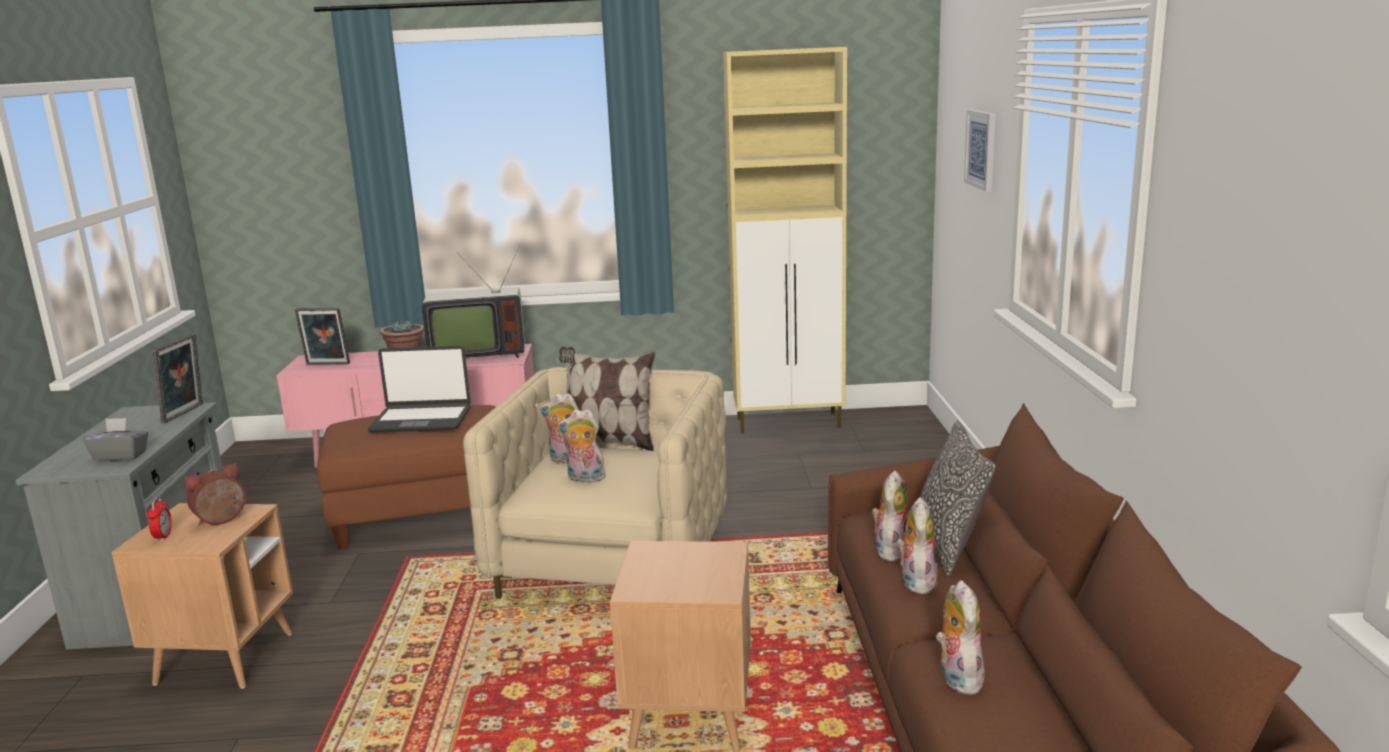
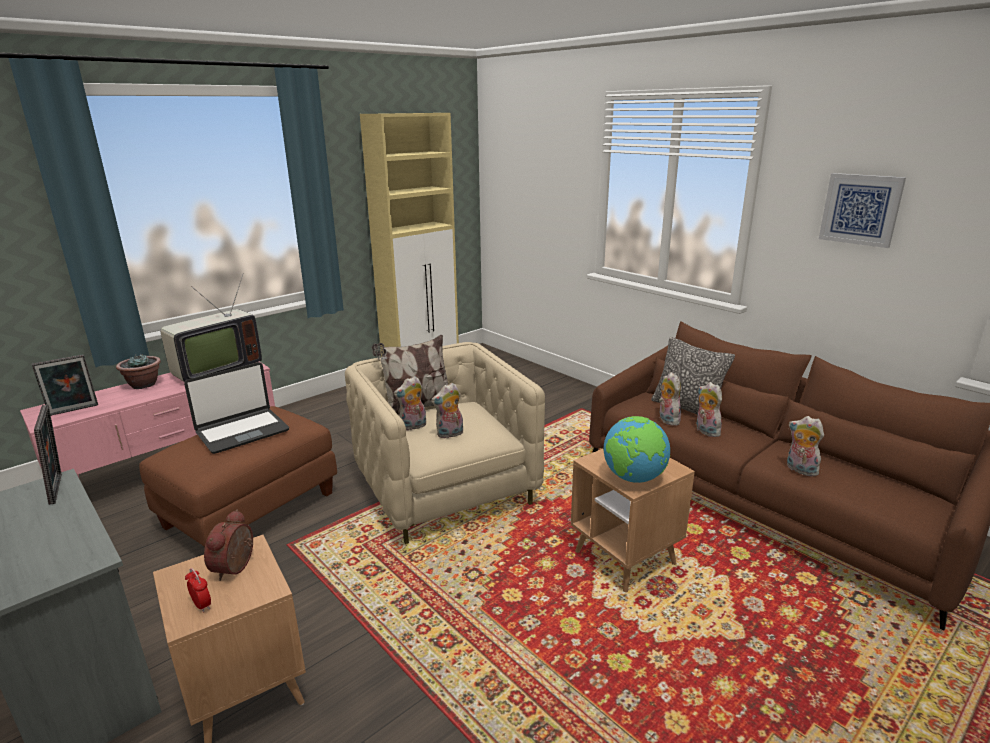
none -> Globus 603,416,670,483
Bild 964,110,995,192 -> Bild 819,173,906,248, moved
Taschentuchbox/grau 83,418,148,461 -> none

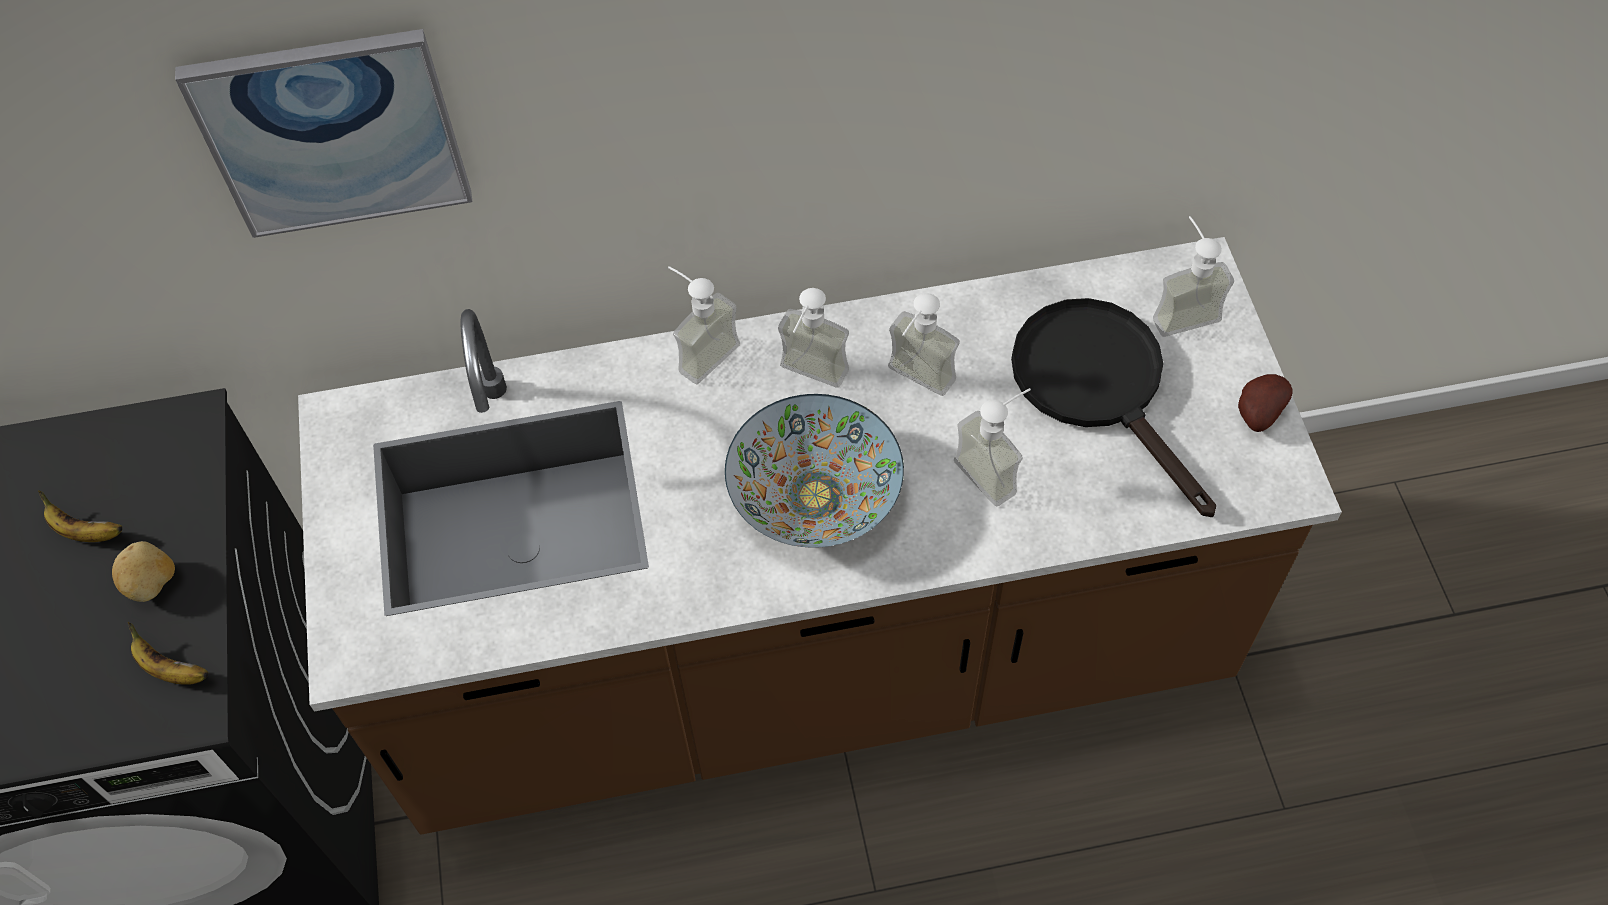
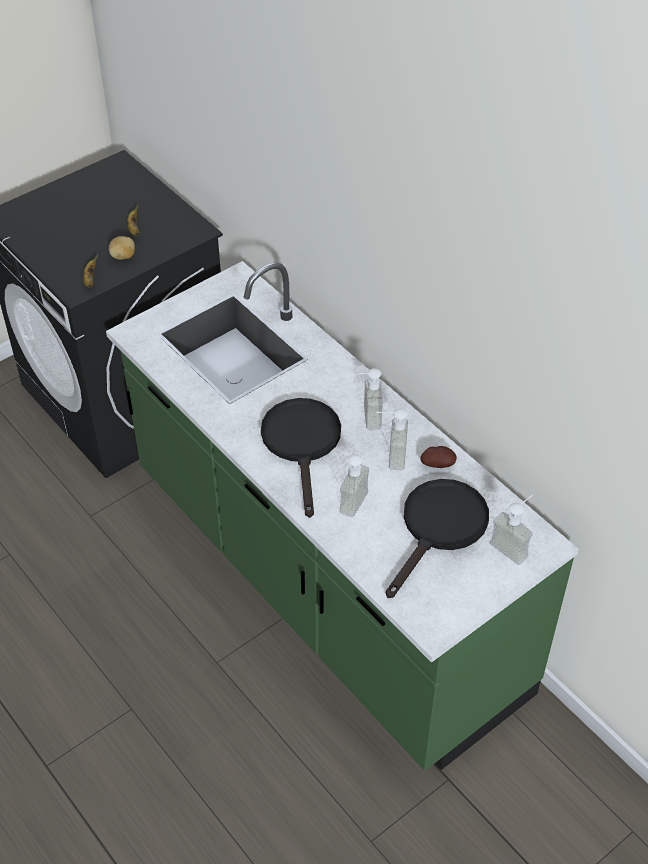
Küchenzeile/braun 298,237,1342,835 -> Küchenzeile/grün 106,261,579,771
Schüssel 725,394,904,548 -> Pfanne/schwarz 261,398,341,518
Kartoffel 1238,374,1292,432 -> Kartoffel 420,446,457,468, moved
Bild 175,29,472,238 -> none
Seifenspender 668,266,740,384 -> none

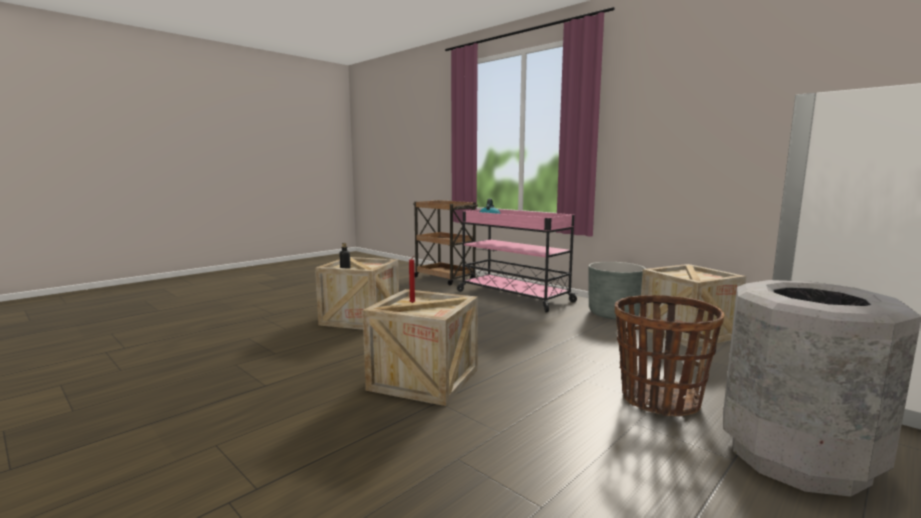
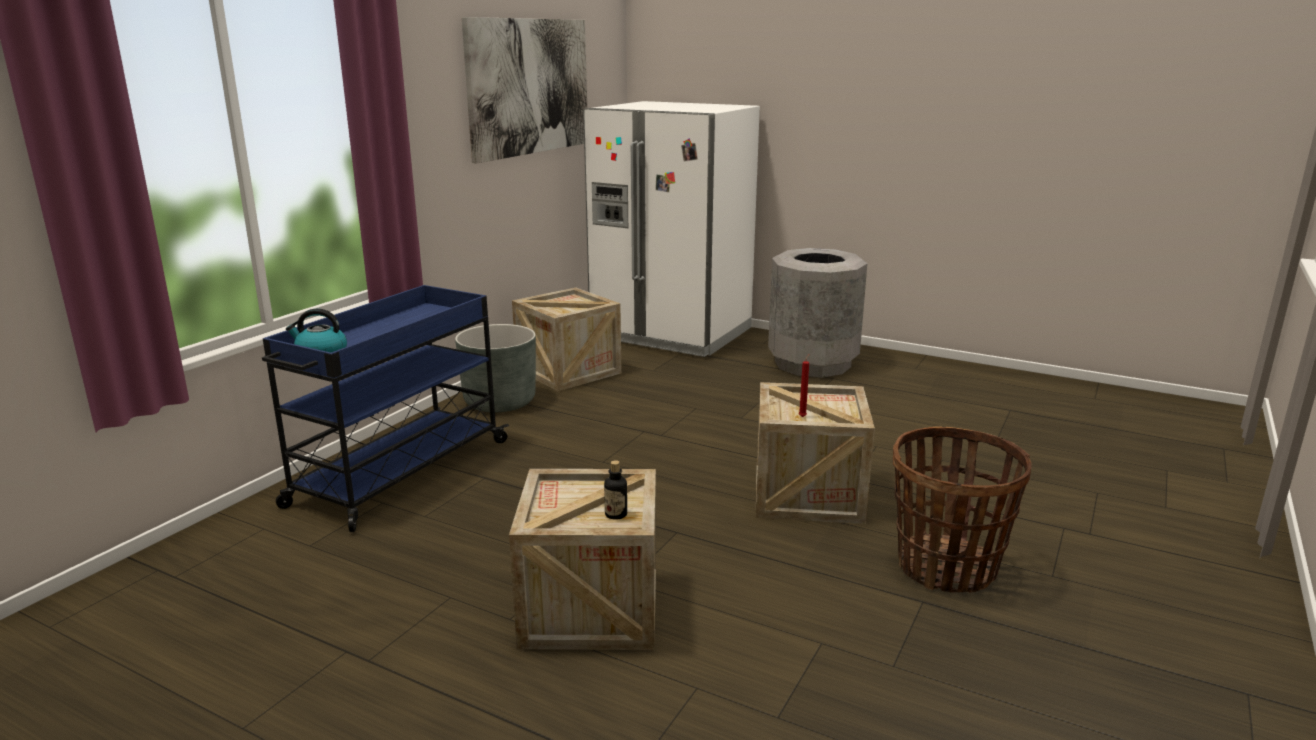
Rollwagen/rosa 457,209,579,312 -> Rollwagen/blau 262,285,509,532
none -> Bild 462,17,587,163
Korb 615,295,724,416 -> Korb 893,426,1031,592, moved
Rollwagen/braun 413,200,478,285 -> none

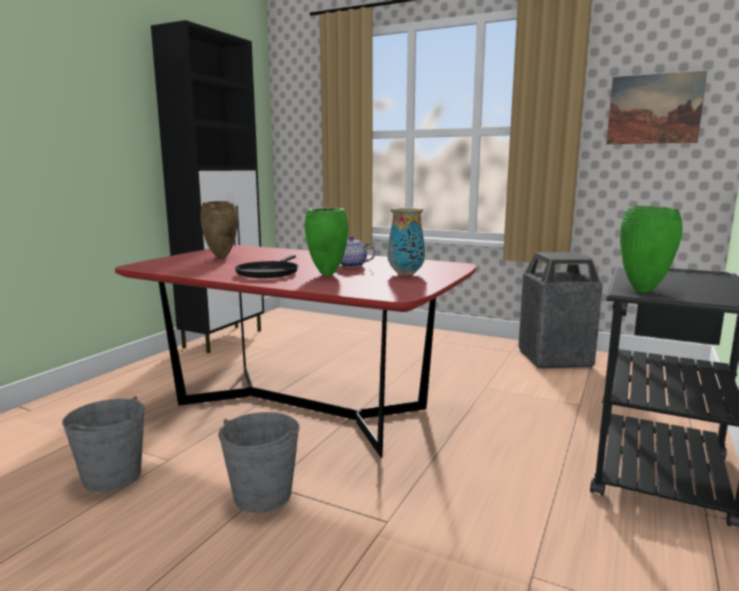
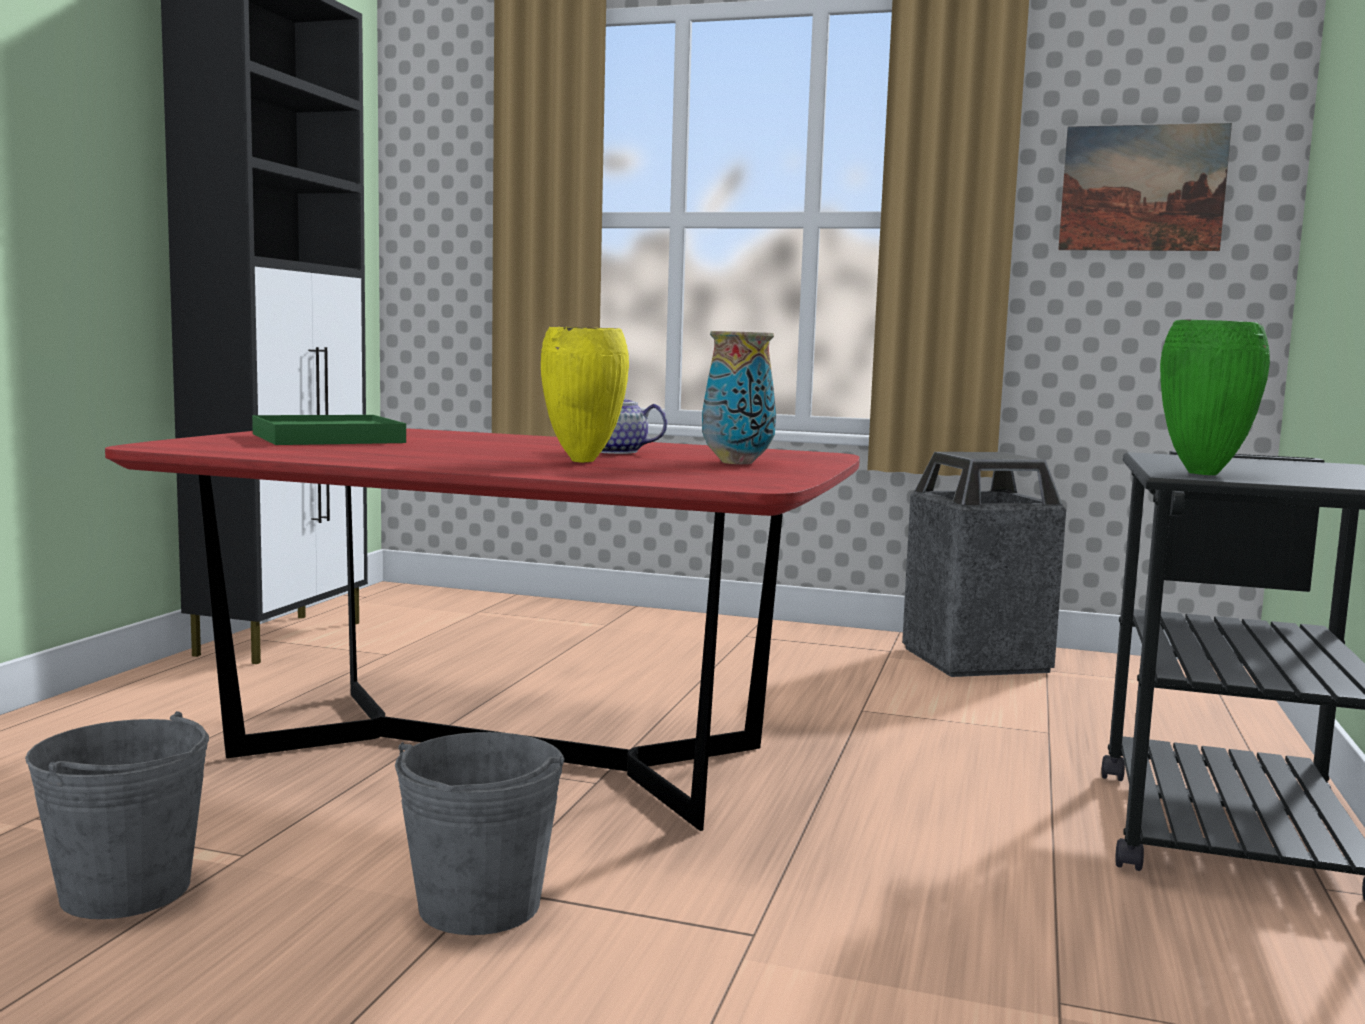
Vase/braun 200,201,238,258 -> Tablett/grün 252,415,406,445
Vase/grün 305,208,349,276 -> Vase/gelb 541,327,629,463
Pfanne/schwarz 235,255,298,278 -> none

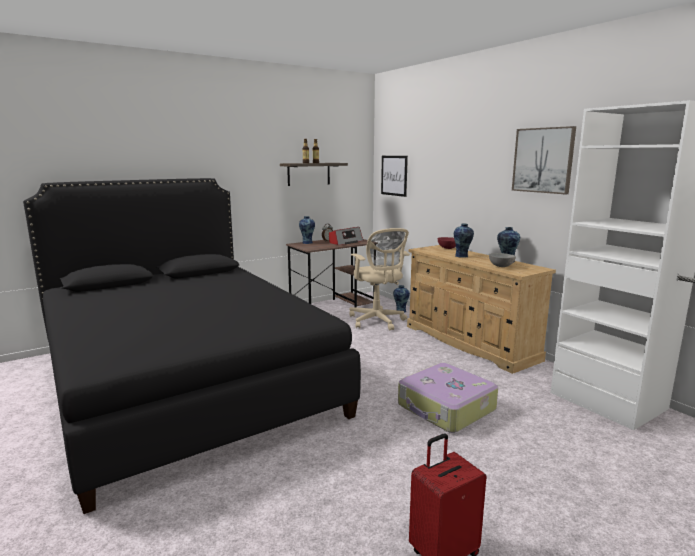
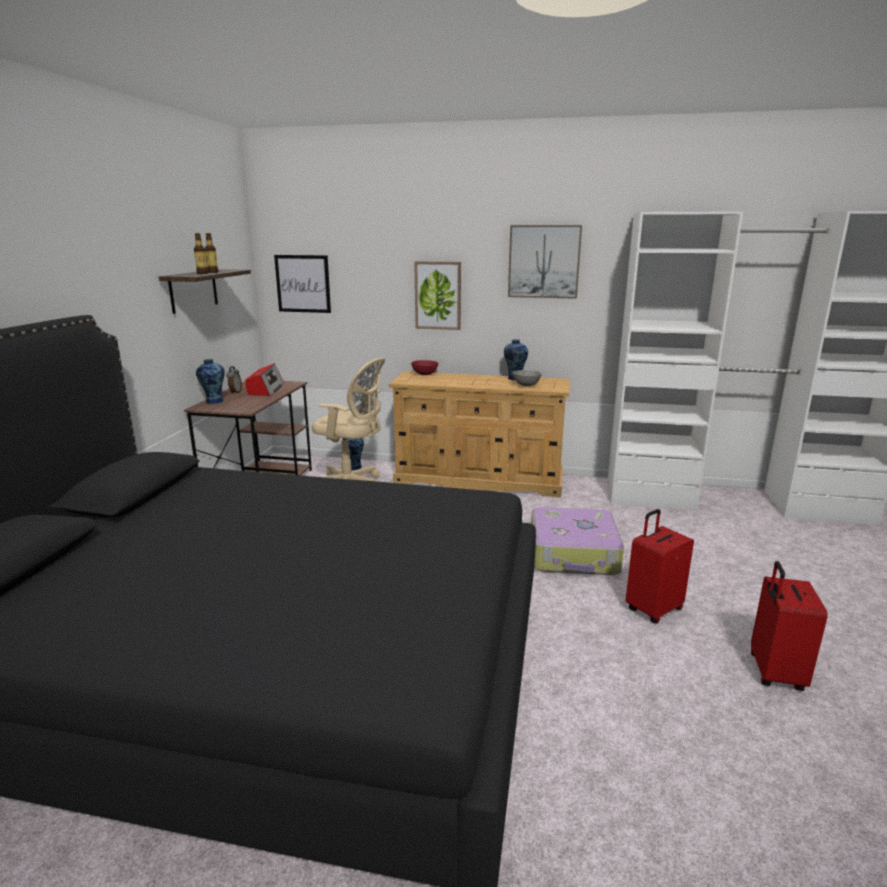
none -> Bild 414,261,461,330
none -> Koffer/rot 625,509,694,624
Vase 454,223,474,258 -> none

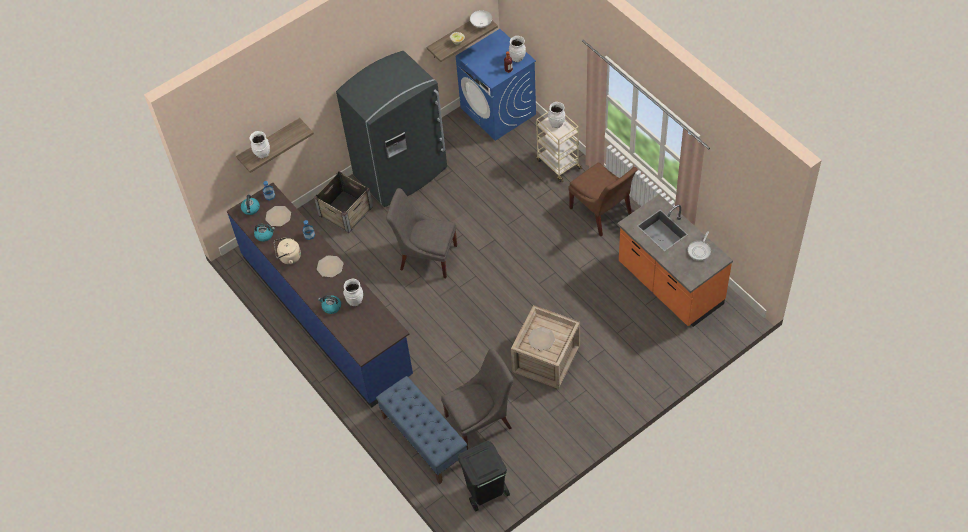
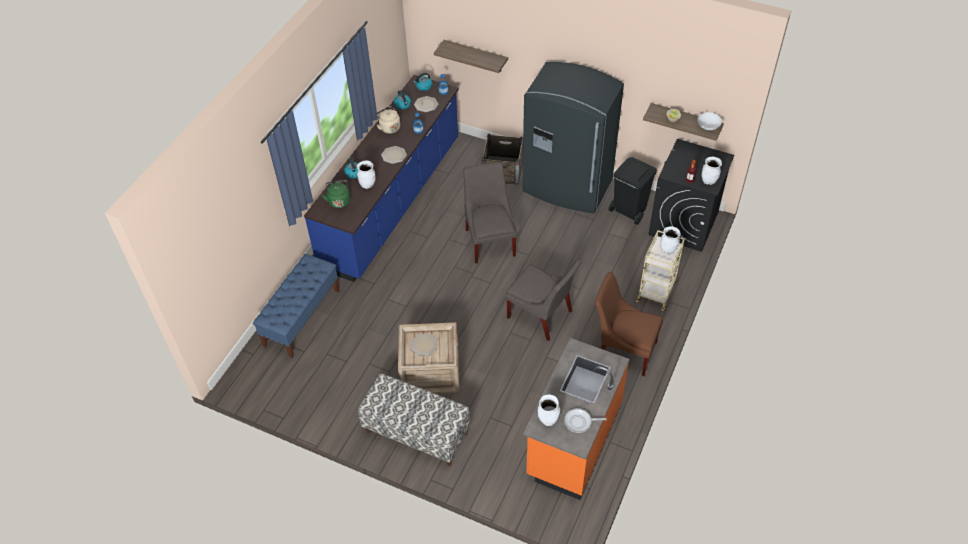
none -> Wasserkessel/grün 322,180,350,208
none -> Bank 358,374,471,466
Stuhl/grau 441,348,514,450 -> Stuhl/grau 506,260,582,341, moved
Vase/weiß 250,131,270,158 -> Vase/weiß 538,394,560,426, moved
Stuhl/braun 569,162,638,236 -> Stuhl/braun 595,272,663,376, 90 degrees clockwise
Mülleimer/schwarz 458,441,510,512 -> Mülleimer/schwarz 608,157,657,225, moved
Waschmaschine/blau 456,29,536,141 -> Waschmaschine/schwarz 648,139,735,252

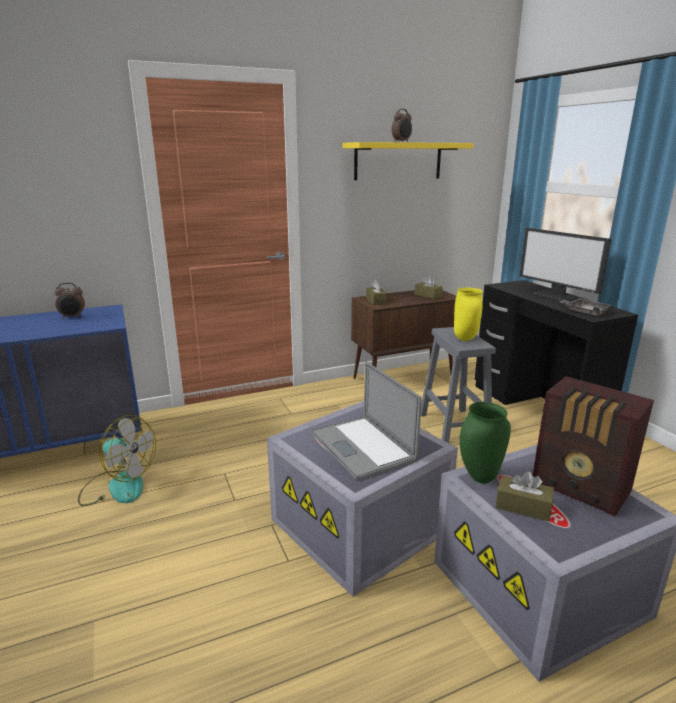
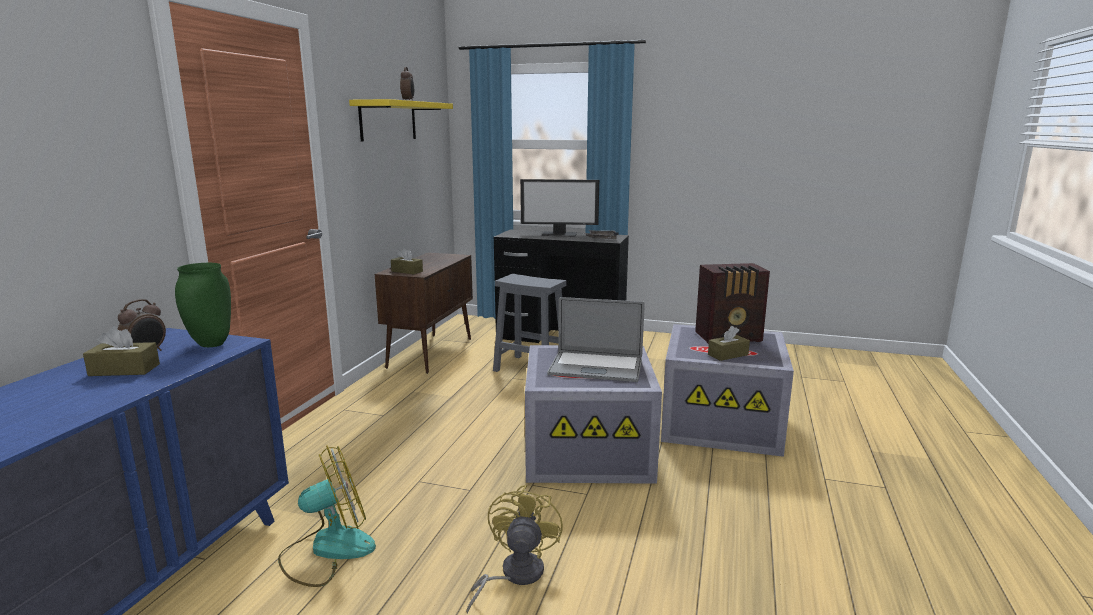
Taschentuchbox/braun 414,275,443,299 -> Taschentuchbox/braun 83,326,160,376, moved
Vase/grün 459,402,511,484 -> Vase/grün 175,263,231,347, moved
none -> Ventilator/gelb 466,485,563,614
Vase/gelb 454,288,483,341 -> none

